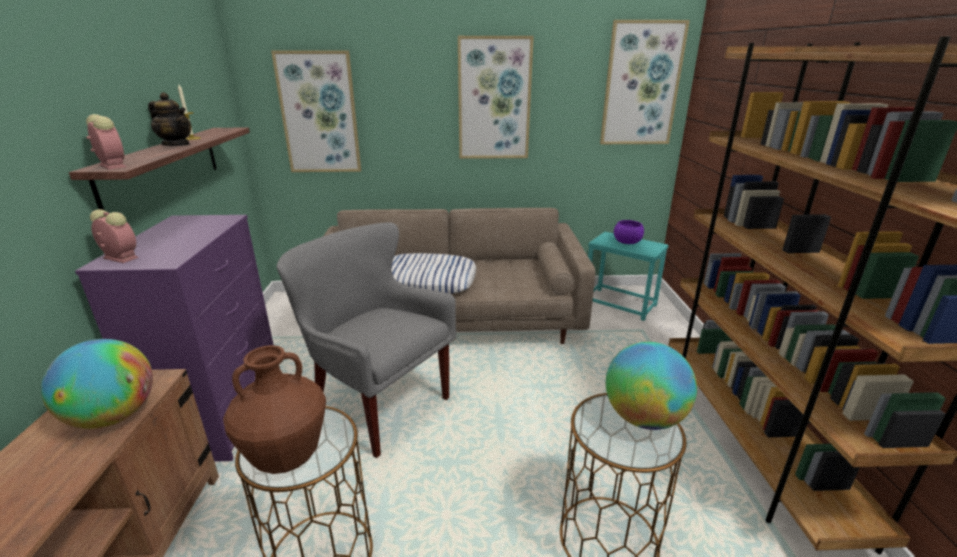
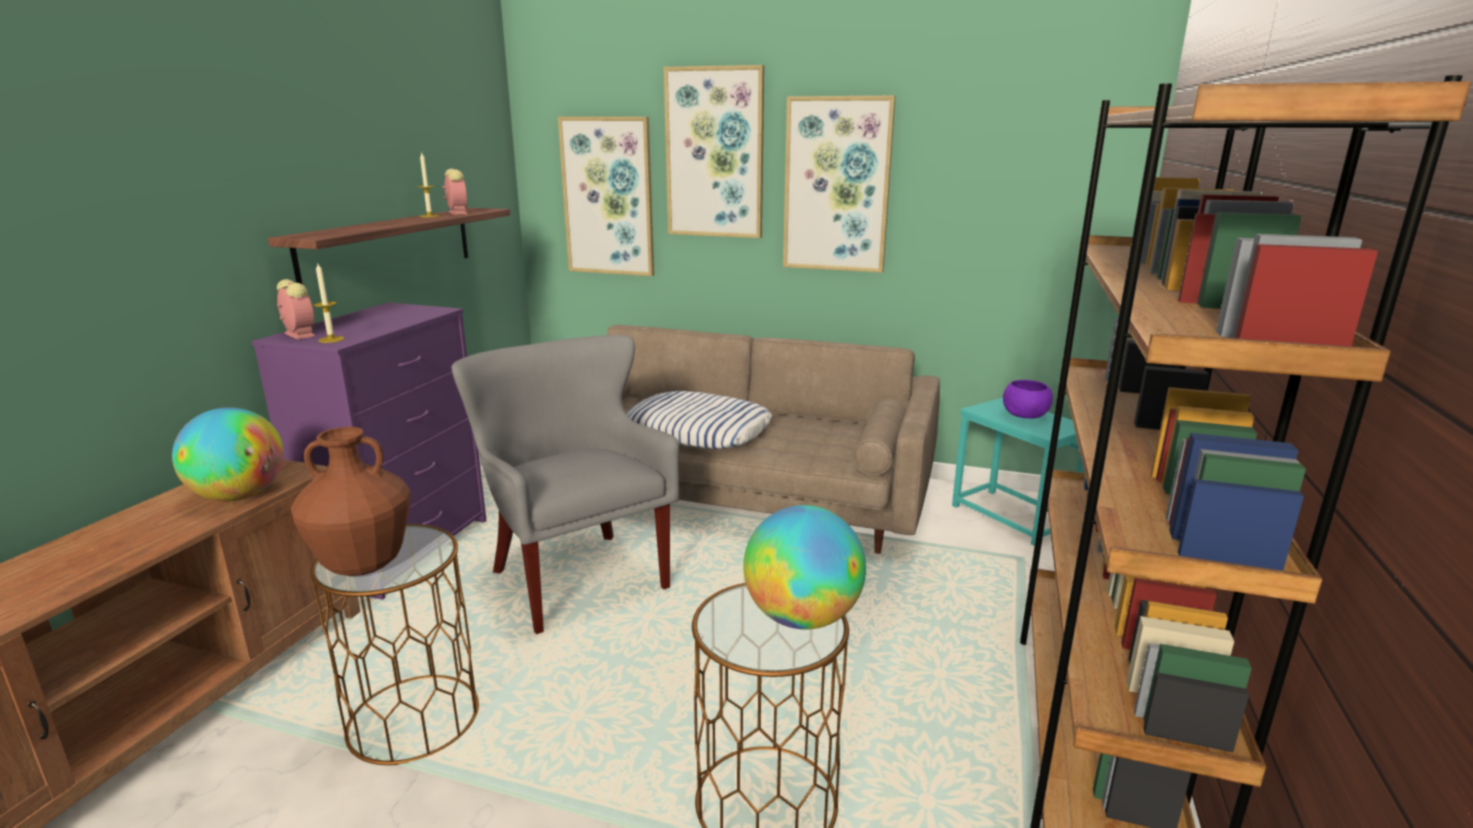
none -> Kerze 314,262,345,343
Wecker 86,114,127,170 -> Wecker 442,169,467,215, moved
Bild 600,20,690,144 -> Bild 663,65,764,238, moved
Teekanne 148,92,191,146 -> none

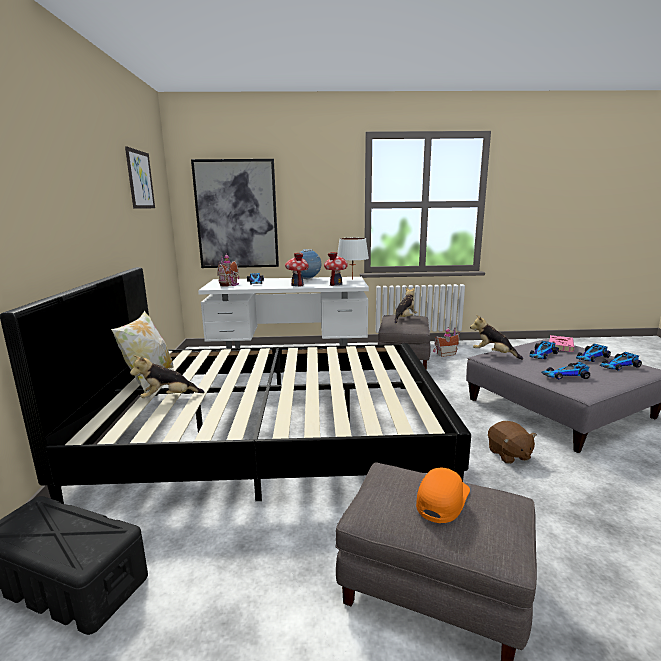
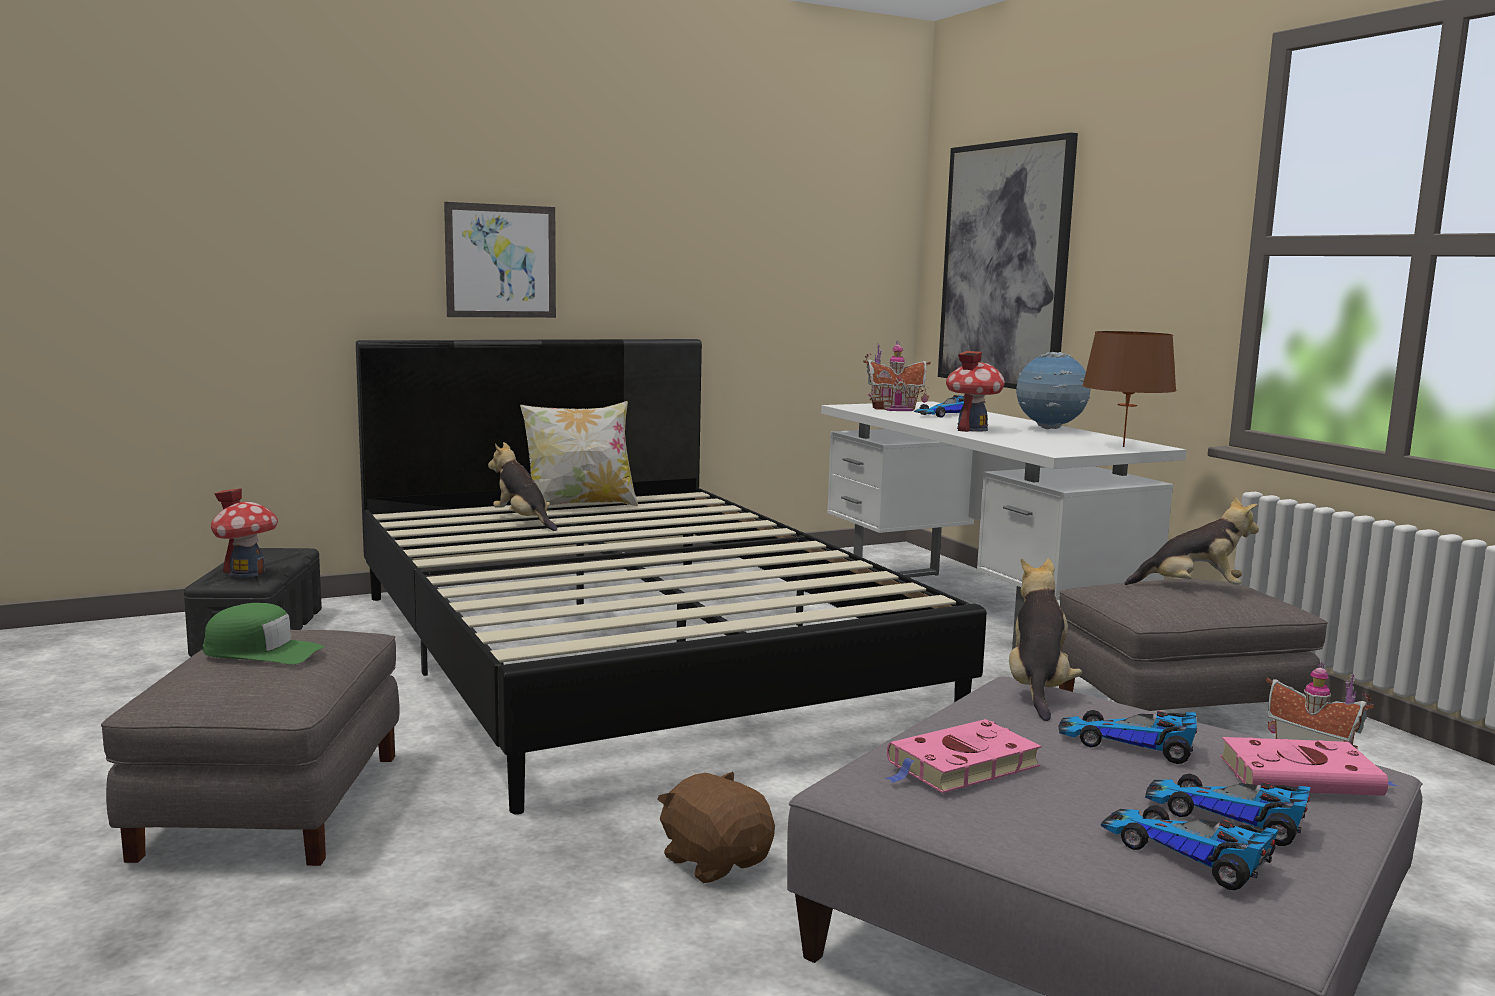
Kappe/orange 416,468,470,523 -> Kappe/grün 203,603,325,664
Spielzeughaus 324,252,348,286 -> Spielzeughaus 211,488,278,577, moved
Bild 125,146,155,209 -> Bild 444,202,556,318, moved
Plüschtier/braun 488,421,537,464 -> Plüschtier/braun 657,771,775,883, 90 degrees clockwise
Spielzeugauto 541,362,590,380 -> Buch/rosa 885,719,1042,793
Tischlampe/weiß 337,238,369,280 -> Tischlampe/braun 1082,331,1177,447

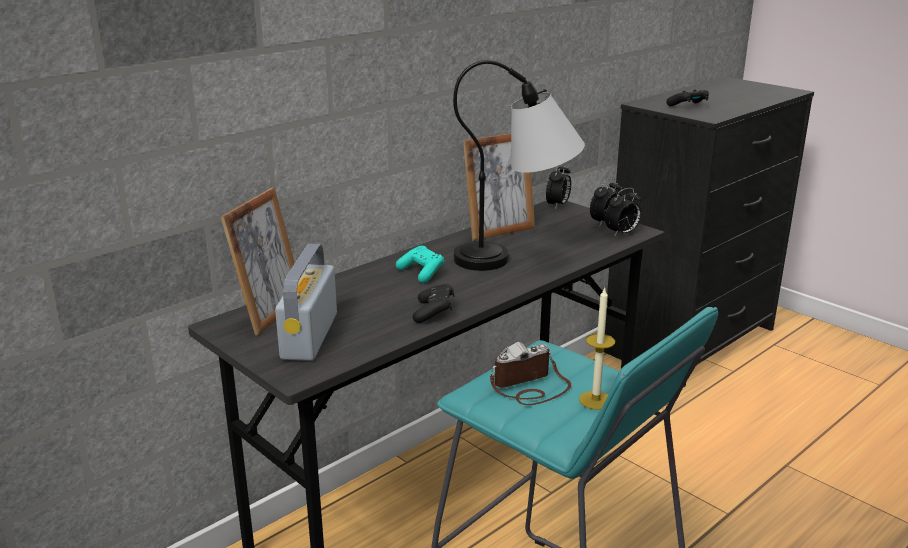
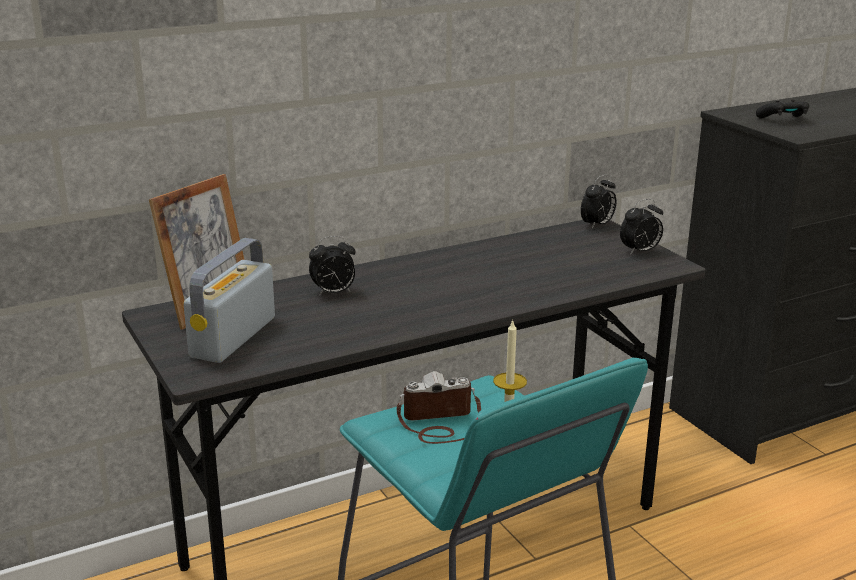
Wecker 605,188,641,237 -> Wecker 309,236,355,296, moved
Gamepad/türkis 396,246,444,283 -> none
Gamepad/schwarz 413,284,455,323 -> none
Tischlampe 453,60,585,271 -> none
Bilderrahmen 463,133,535,241 -> none

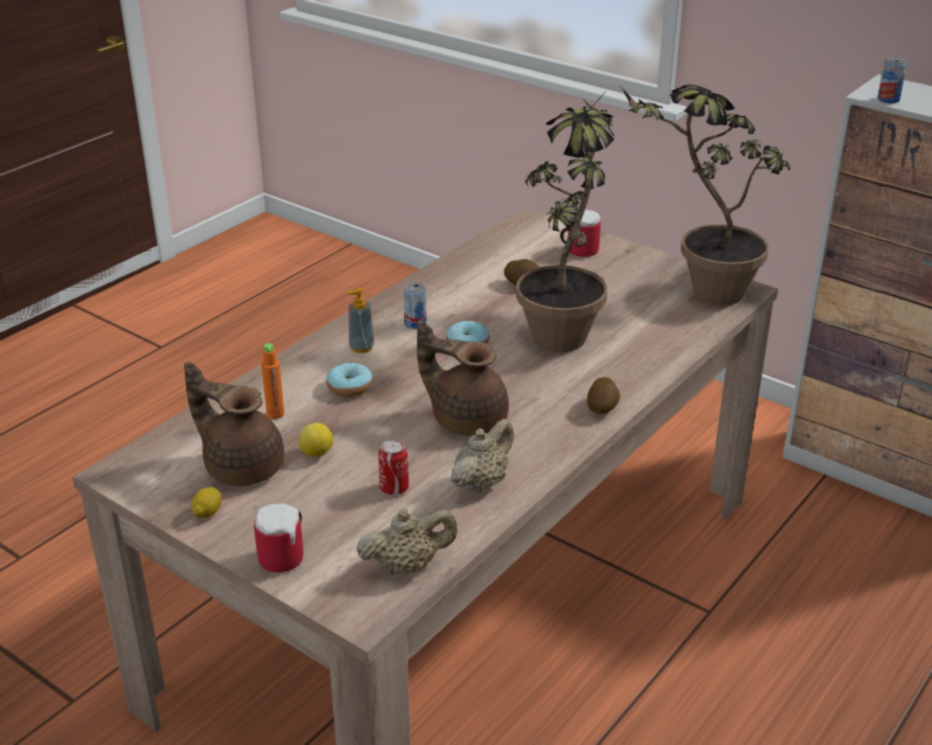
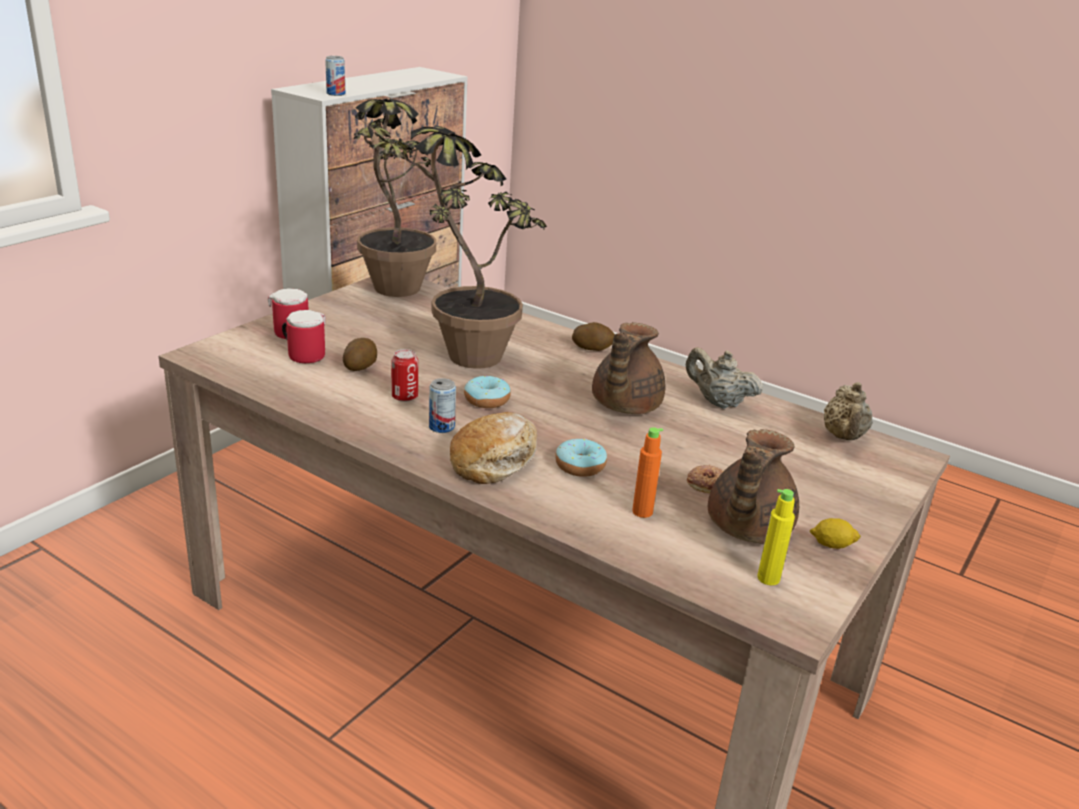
Henkelbecher 254,503,303,573 -> Henkelbecher 282,310,326,363, moved
Dose 378,439,409,495 -> Dose 391,349,418,402, moved
Seifenspender 347,287,374,353 -> Brot 450,412,537,484
Zitrone 299,423,333,457 -> Donut 687,465,724,493
none -> Flasche/gelb 757,489,795,585
Teekanne/beige 356,508,457,575 -> Teekanne/beige 824,382,873,440, 150 degrees counterclockwise

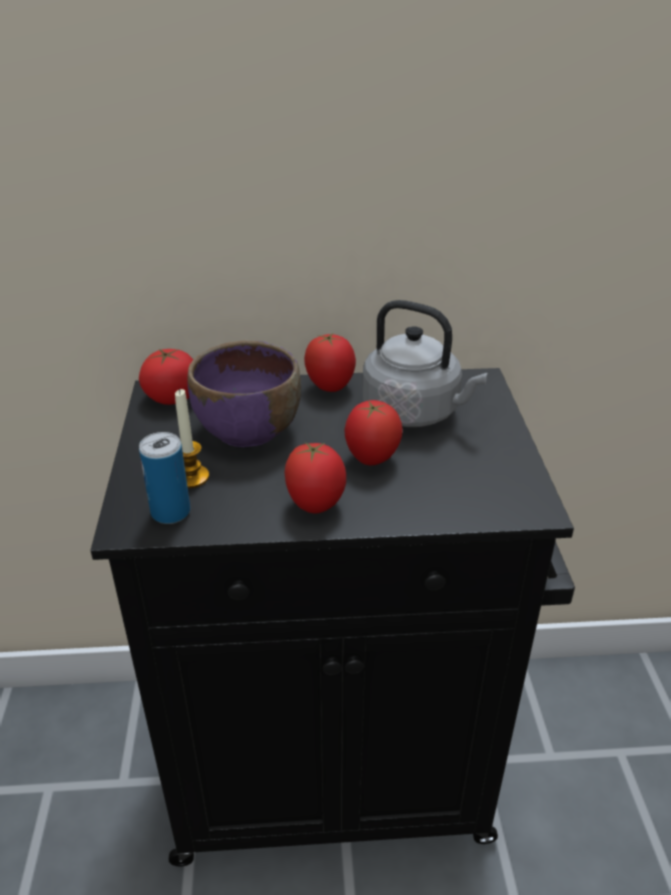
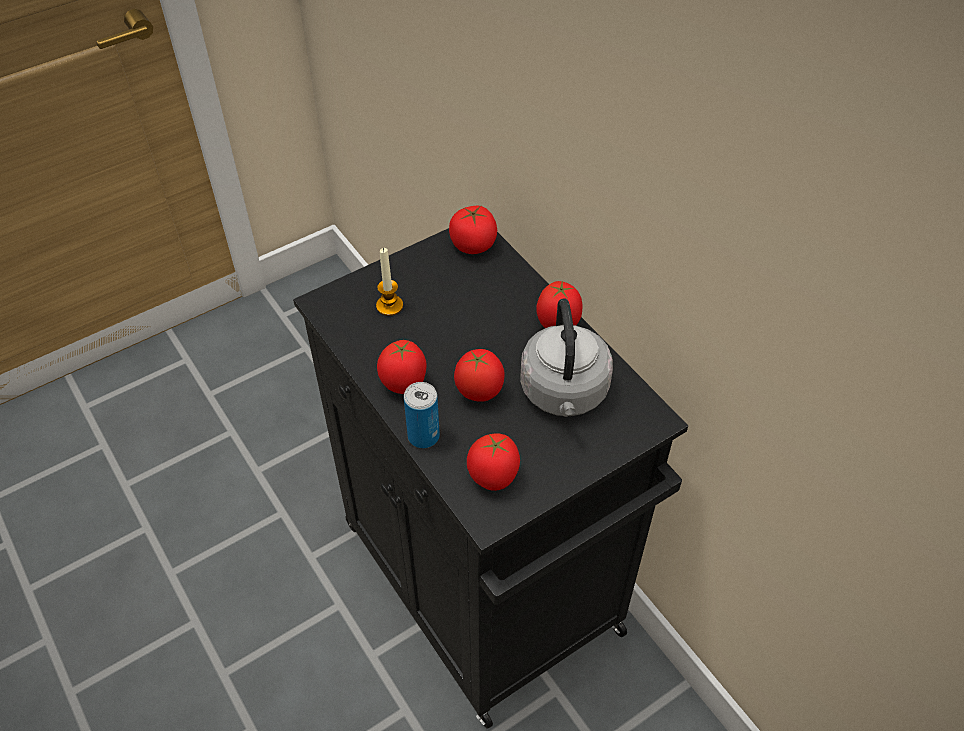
Dose 139,432,190,524 -> Dose 404,382,440,448, moved
none -> Tomate 467,433,520,491
Schüssel/lila 187,340,301,447 -> none

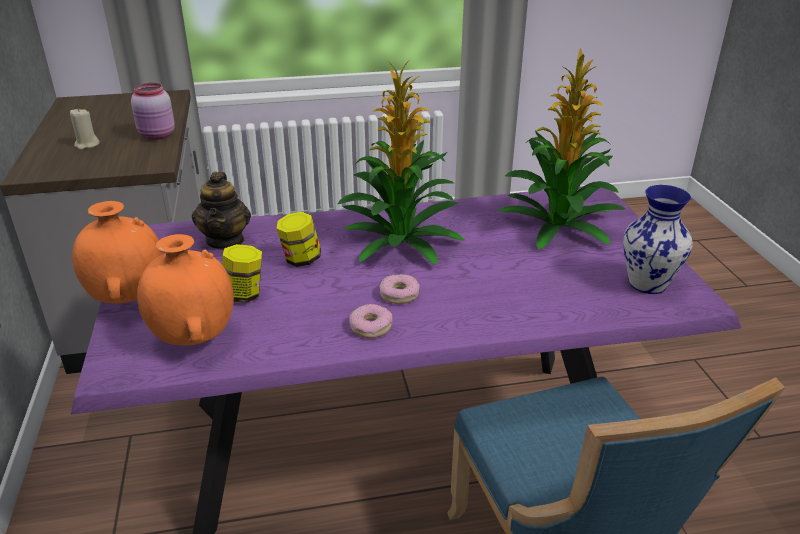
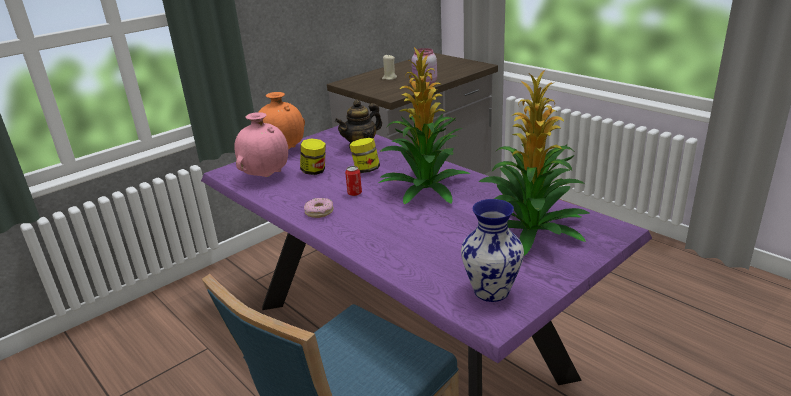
Vase/orange 137,234,234,345 -> Vase/rosa 234,112,288,177
none -> Dose 345,166,362,196
Donut 379,274,420,304 -> none

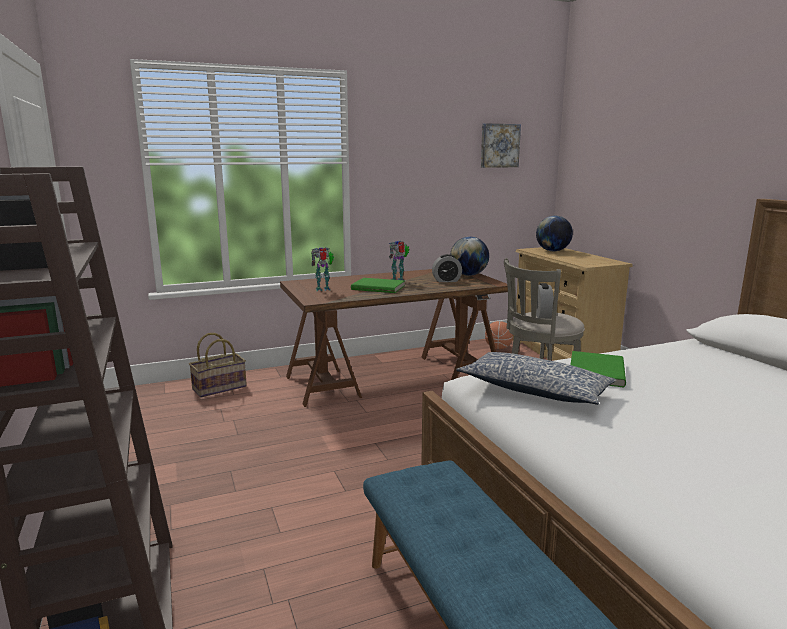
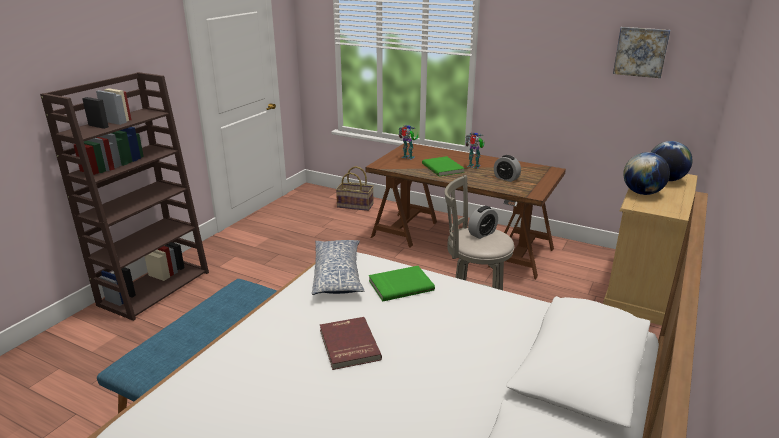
none -> Buch/rot 320,317,382,370
Globus 450,237,489,276 -> Globus 623,152,670,195, moved
Basketball 485,321,513,349 -> none

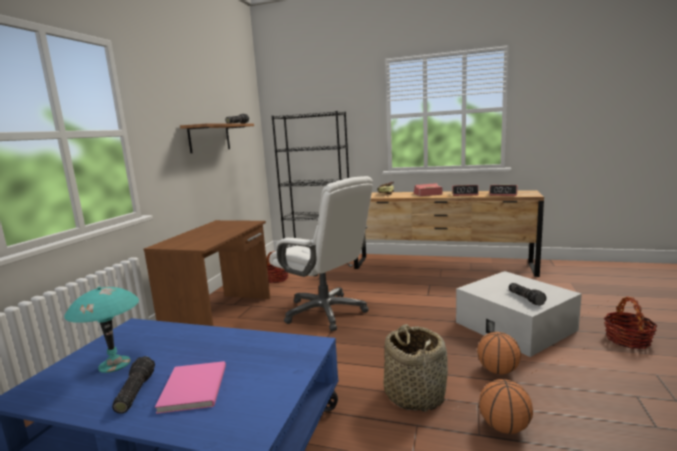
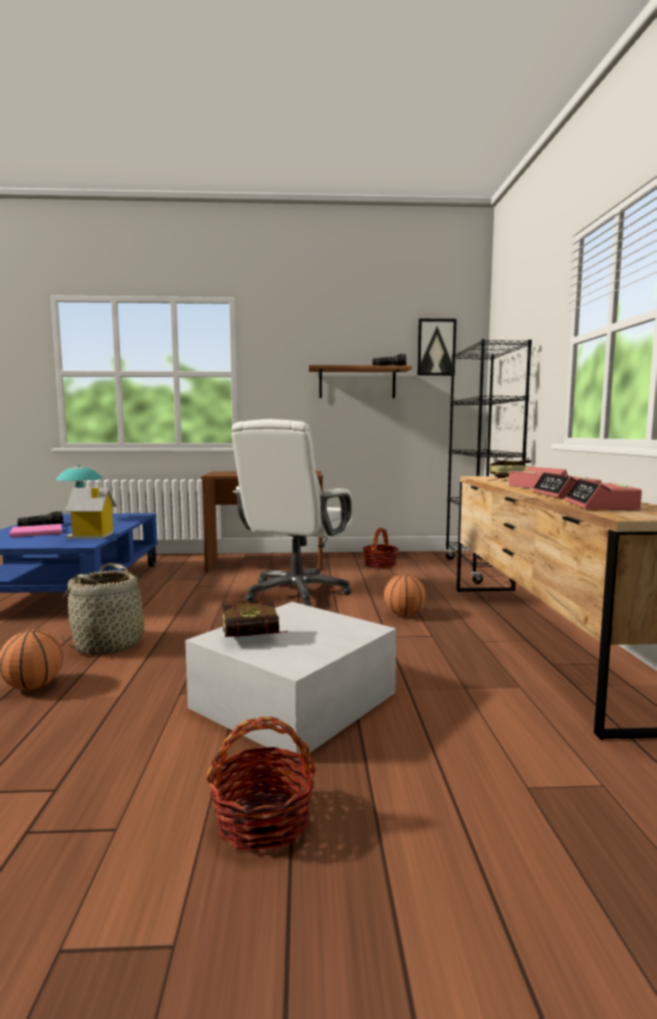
none -> Spielzeughaus 65,488,117,539
Taschenlampe 509,283,547,305 -> Buch 222,599,287,637
Basketball 477,332,521,374 -> Basketball 384,574,426,616, moved
none -> Bild 417,319,457,376

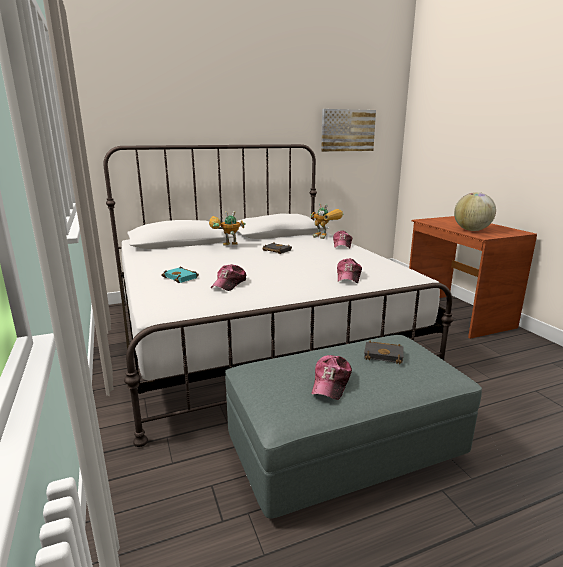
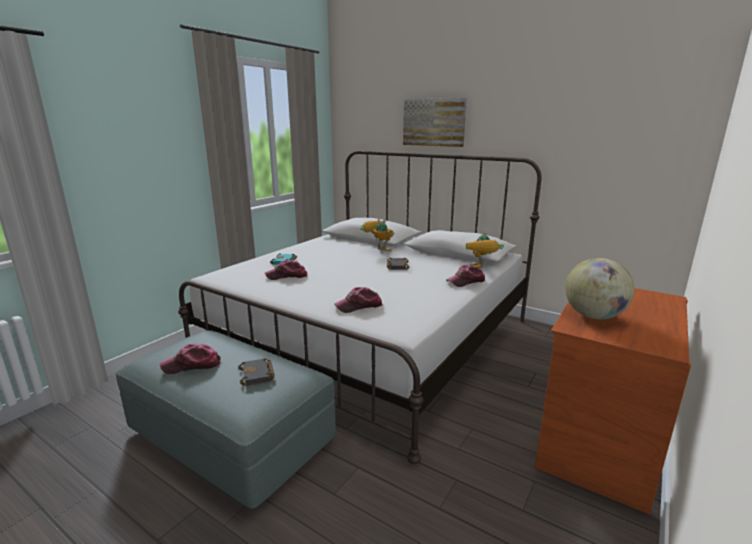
Bild 321,109,376,152 -> Bild 403,98,467,147, moved

